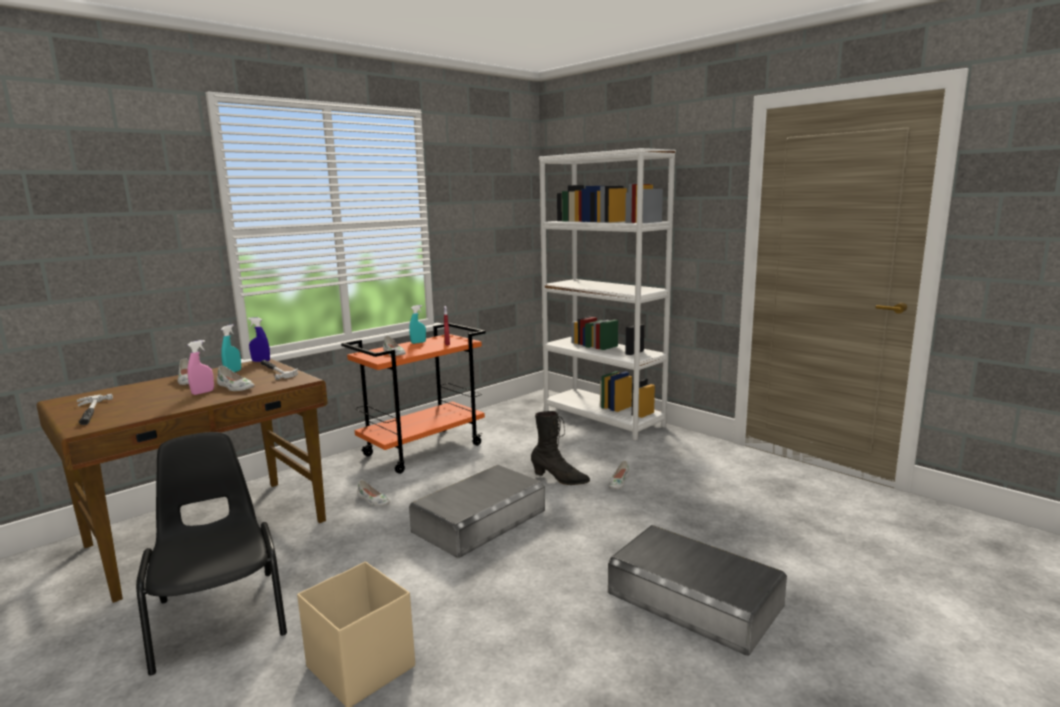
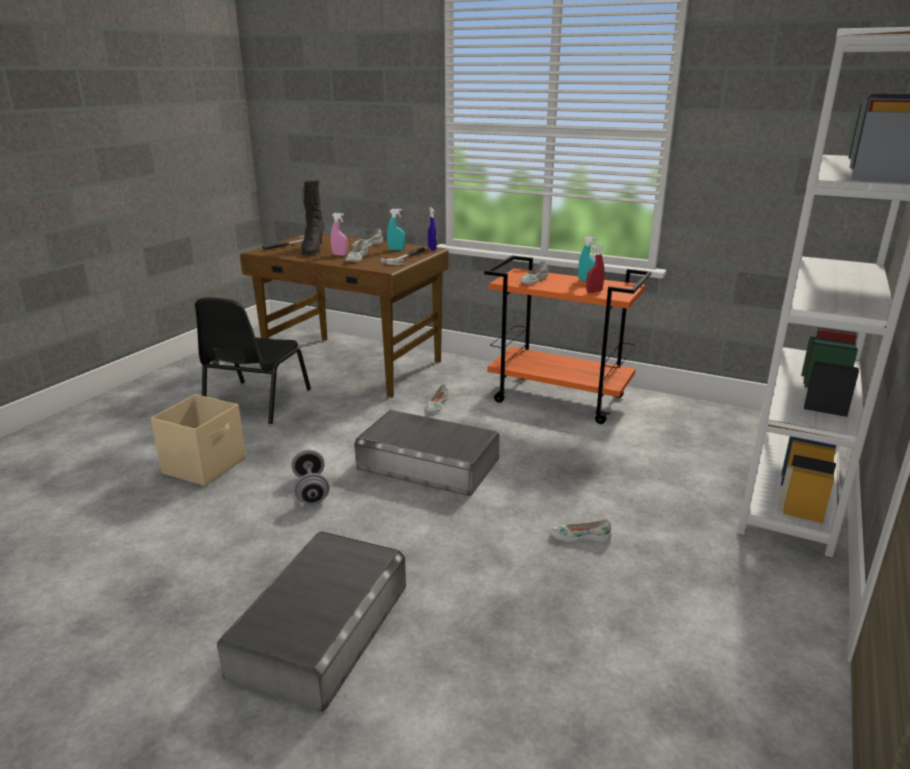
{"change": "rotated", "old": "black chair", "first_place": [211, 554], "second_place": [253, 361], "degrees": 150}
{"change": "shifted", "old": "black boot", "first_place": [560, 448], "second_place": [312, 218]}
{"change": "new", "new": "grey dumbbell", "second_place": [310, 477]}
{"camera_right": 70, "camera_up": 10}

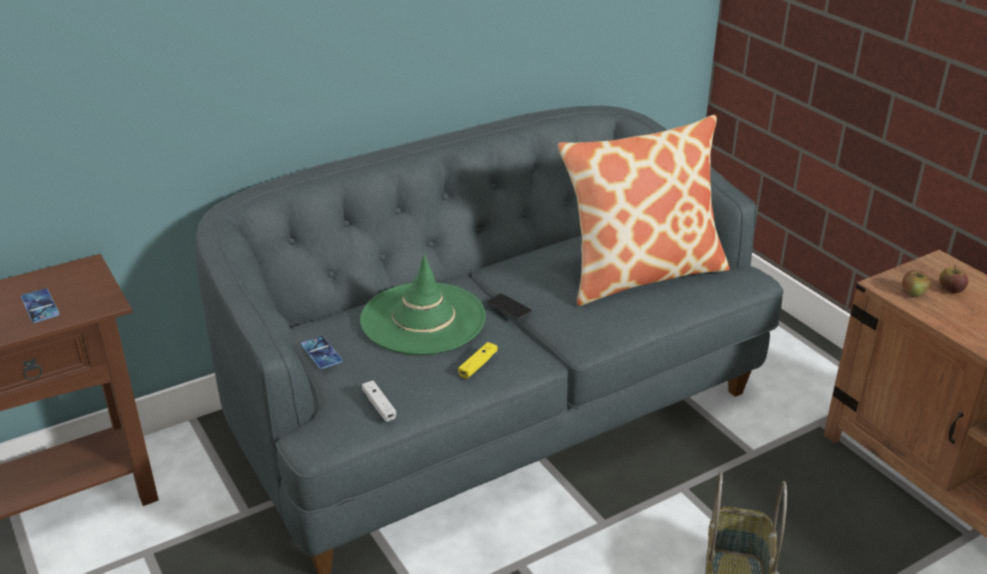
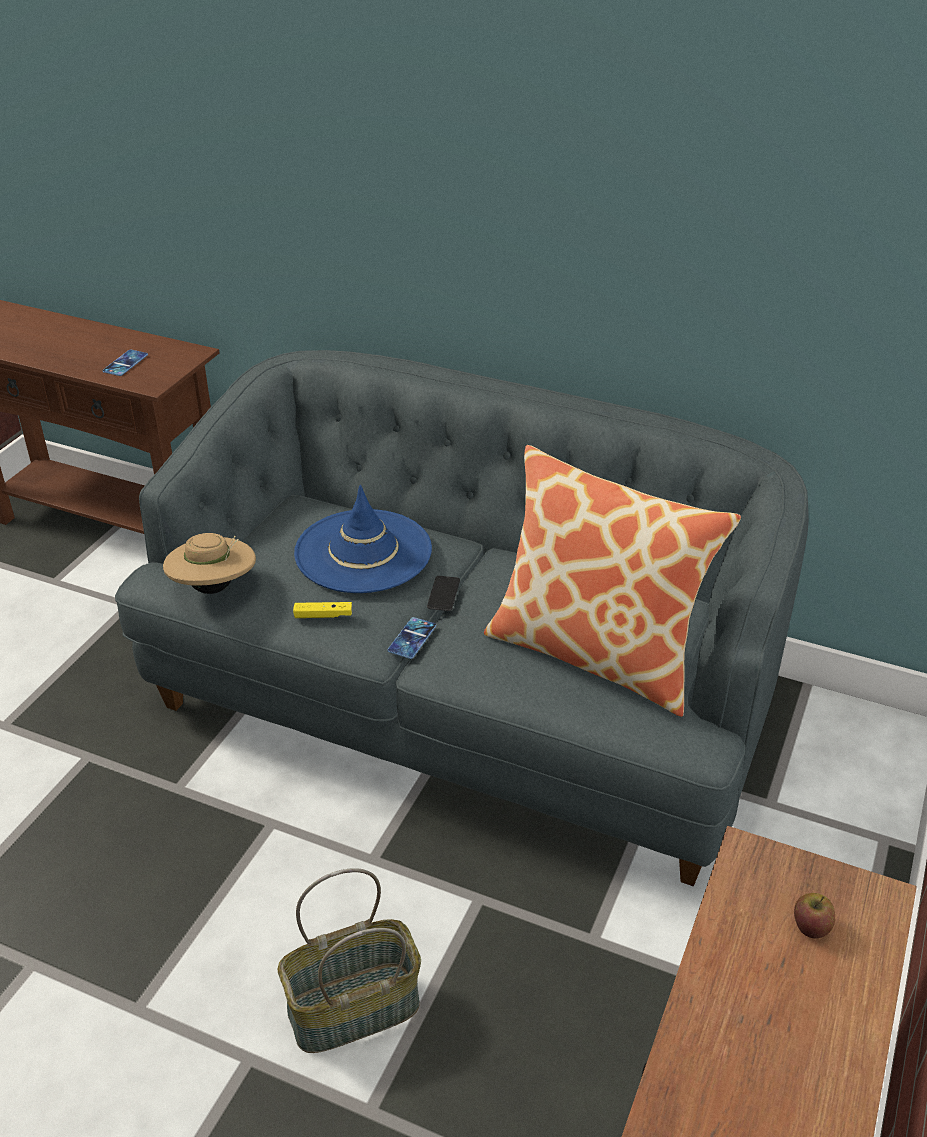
{"change": "shifted", "old": "phone", "first_place": [322, 352], "second_place": [411, 638]}
{"change": "repainted", "old": "green hat", "new": "blue hat", "first_place": [423, 304], "second_place": [363, 539]}
{"change": "swapped", "old": "white game controller", "new": "beige hat", "first_place": [379, 401], "second_place": [209, 563]}
{"change": "gone", "old": "apple", "first_place": [916, 283]}
{"camera_right": 55, "camera_up": 5}

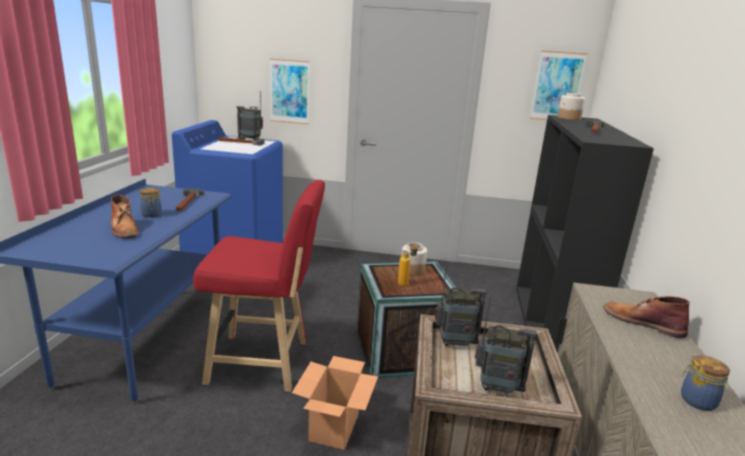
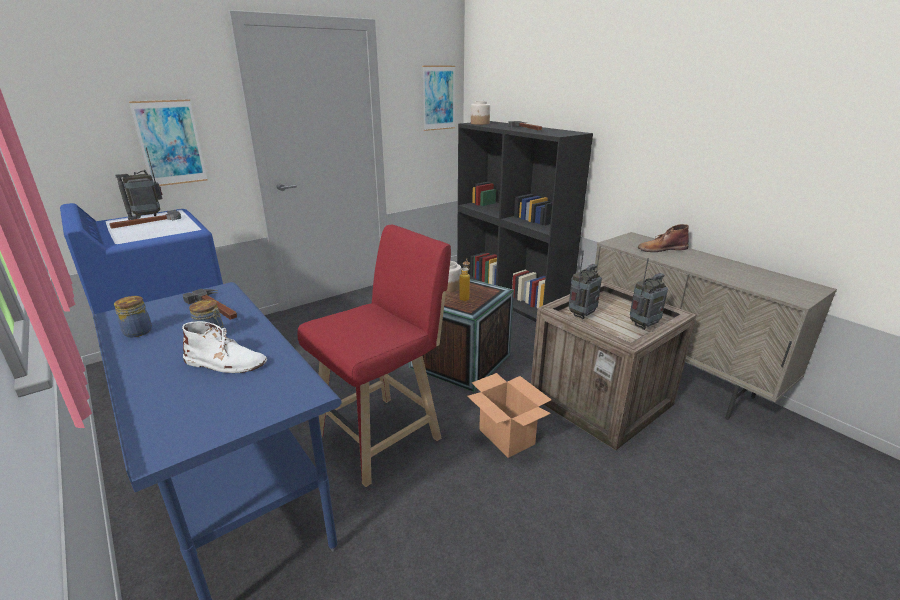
{"change": "repainted", "old": "brown boot", "new": "white boot", "first_place": [125, 216], "second_place": [224, 347]}
{"change": "shifted", "old": "jar", "first_place": [705, 383], "second_place": [133, 316]}
{"camera_right": -45, "camera_up": 5}

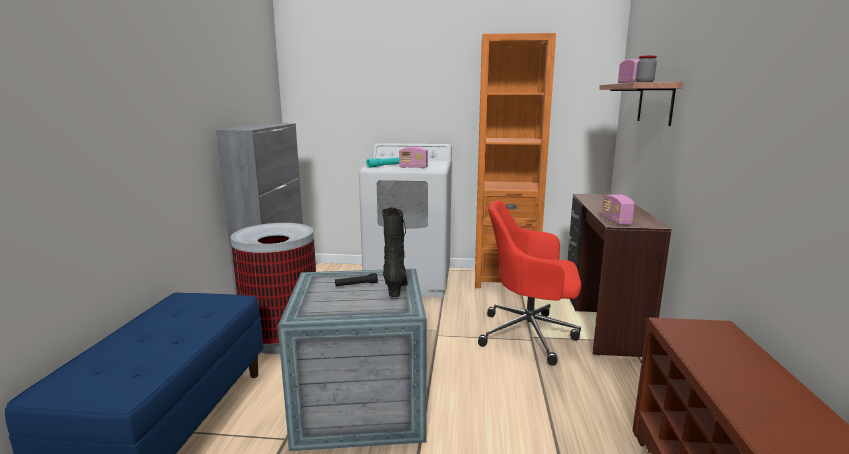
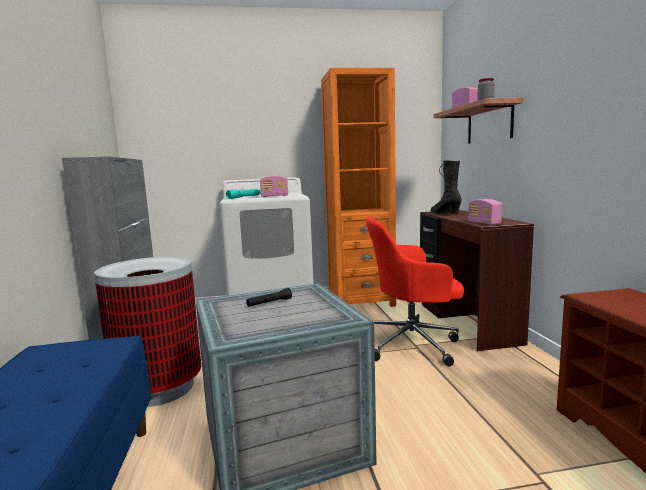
{"change": "shifted", "old": "black boot", "first_place": [395, 252], "second_place": [446, 187]}
{"camera_right": -15, "camera_up": -5}

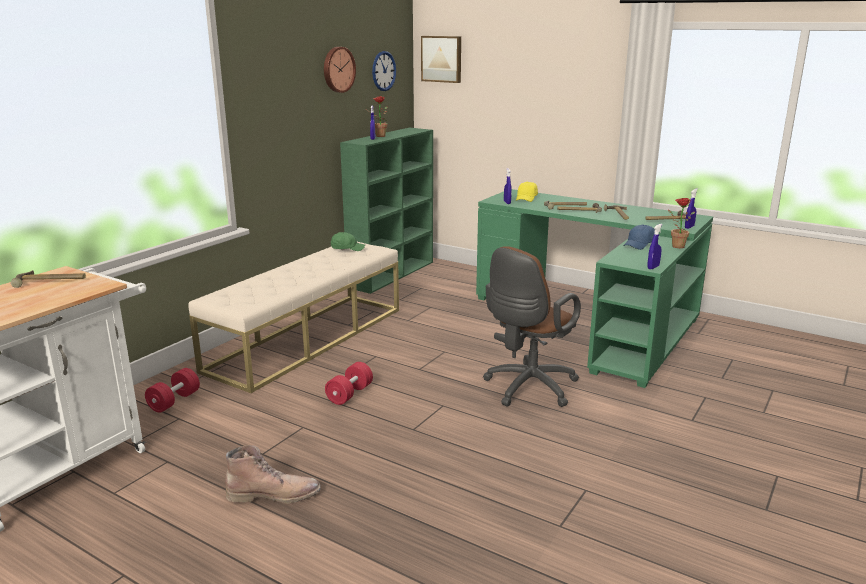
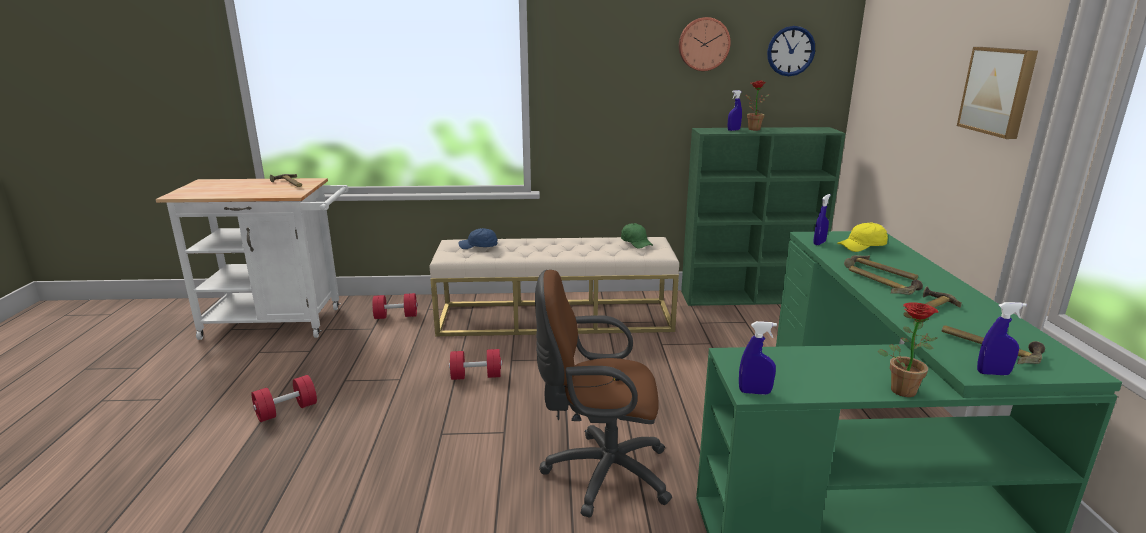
{"change": "swapped", "old": "brown boot", "new": "red dumbbell", "first_place": [273, 474], "second_place": [284, 398]}
{"change": "shifted", "old": "picture", "first_place": [441, 59], "second_place": [997, 93]}
{"change": "shifted", "old": "blue cap", "first_place": [639, 237], "second_place": [478, 238]}
{"camera_right": 55, "camera_up": 0}

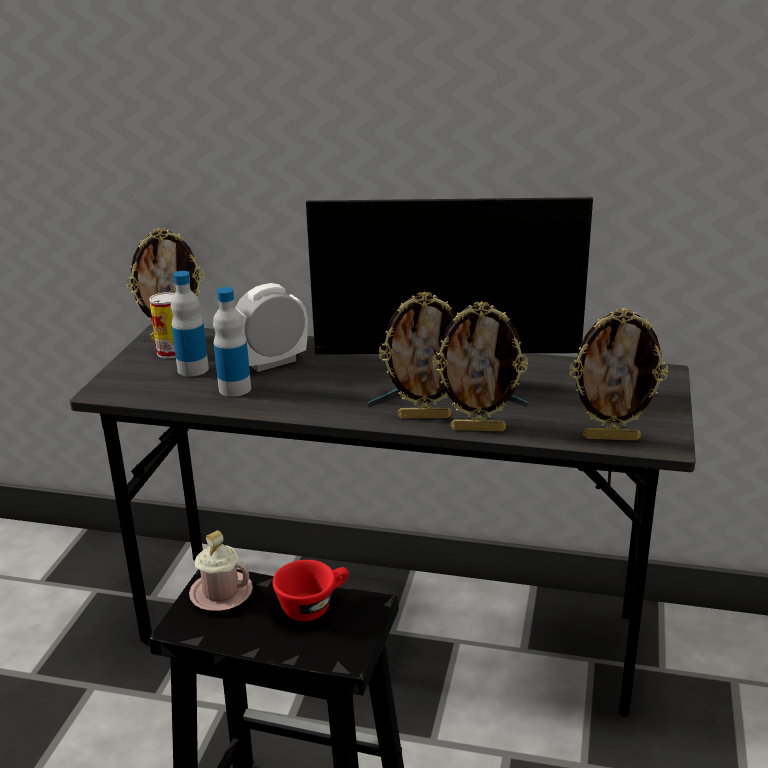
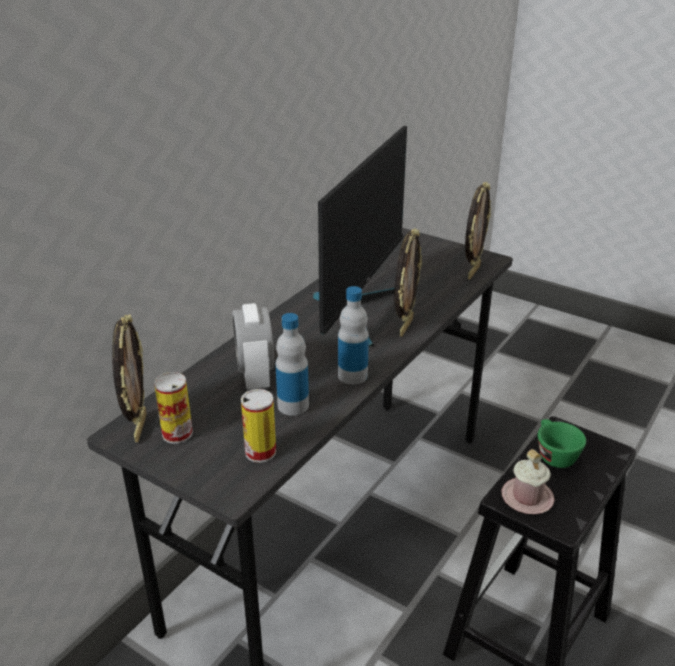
{"change": "shifted", "old": "bottle", "first_place": [190, 324], "second_place": [353, 335]}
{"change": "repainted", "old": "red cup", "new": "green cup", "first_place": [311, 590], "second_place": [562, 443]}
{"change": "gone", "old": "picture frame", "first_place": [480, 366]}
{"change": "new", "new": "can", "second_place": [258, 426]}
{"camera_right": -70, "camera_up": 5}

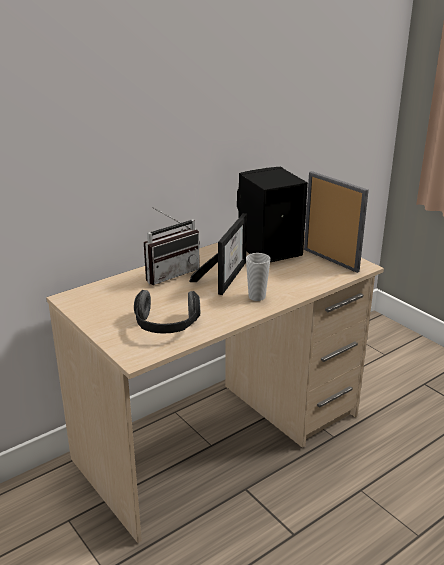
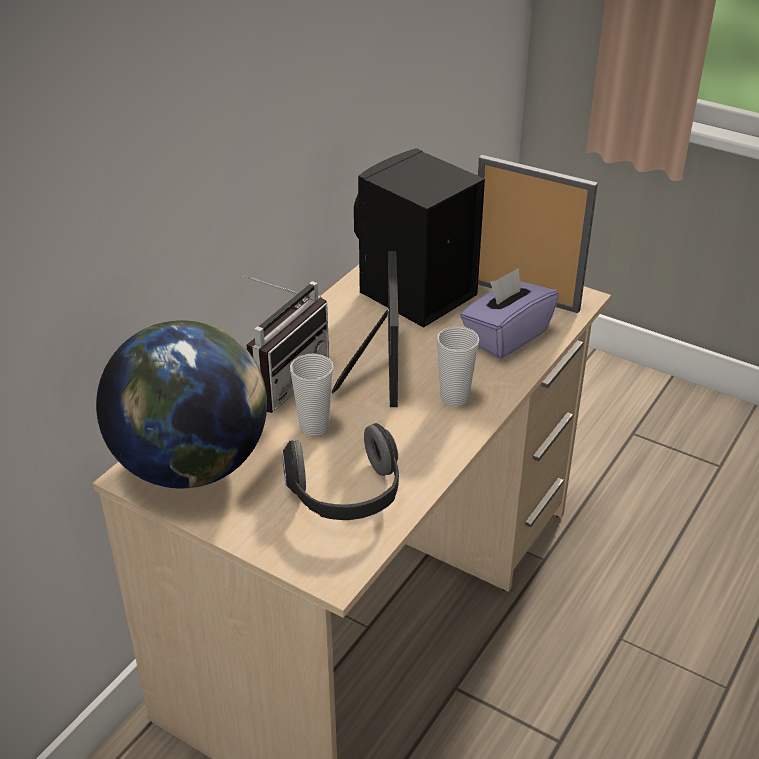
{"change": "new", "new": "globe", "second_place": [181, 404]}
{"change": "new", "new": "cup", "second_place": [311, 394]}
{"change": "new", "new": "purple tissue box", "second_place": [509, 313]}
{"camera_right": -20, "camera_up": 10}

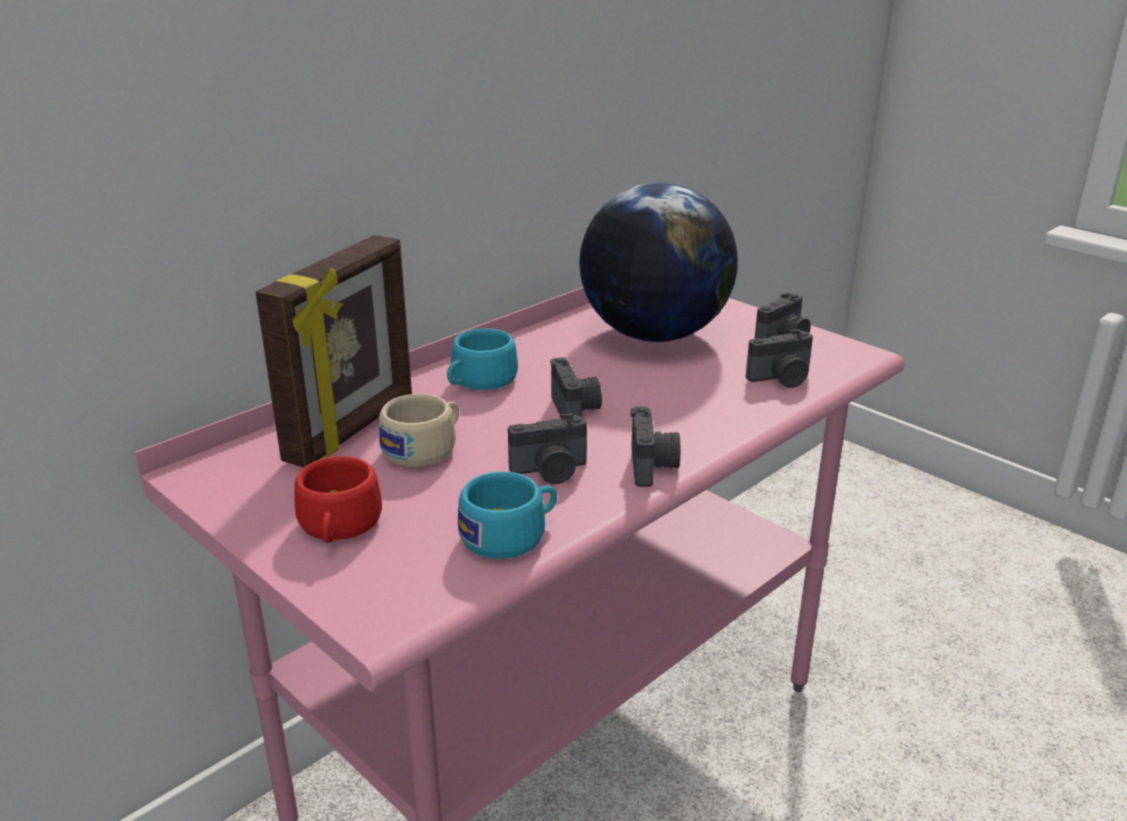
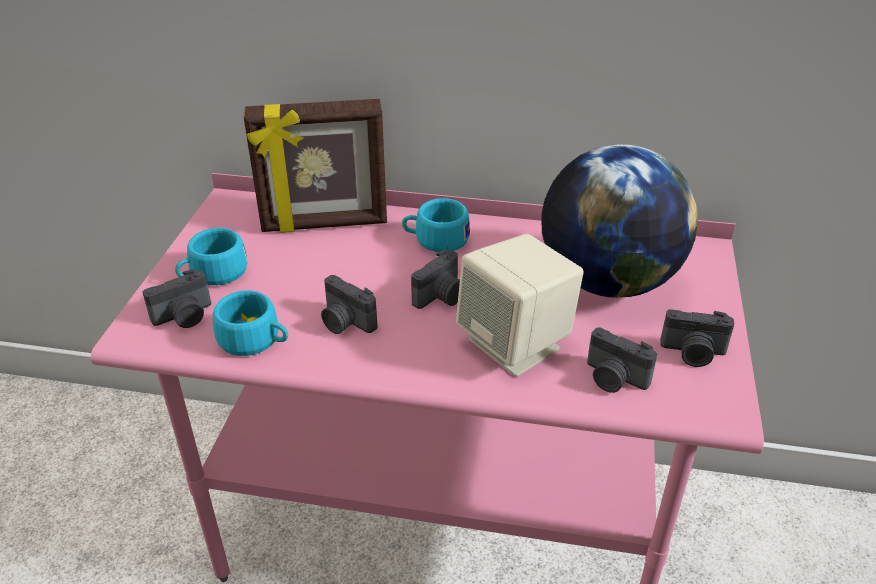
{"change": "repainted", "old": "red cup", "new": "turquoise cup", "first_place": [338, 499], "second_place": [211, 256]}
{"change": "gone", "old": "beige cup", "first_place": [419, 430]}
{"change": "shifted", "old": "photo camera", "first_place": [655, 446], "second_place": [177, 298]}
{"change": "new", "new": "beige speaker", "second_place": [520, 305]}
{"camera_right": 55, "camera_up": 10}

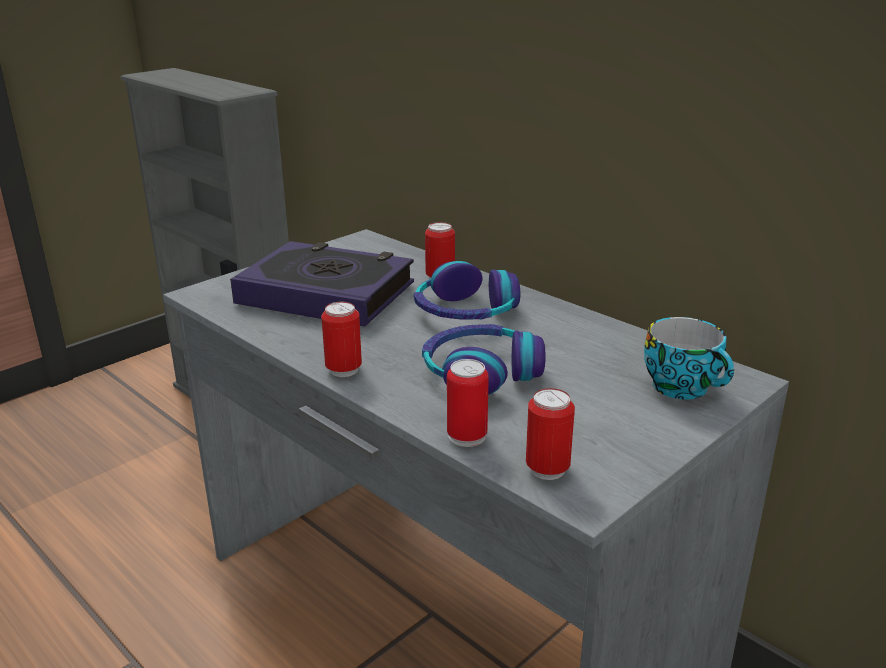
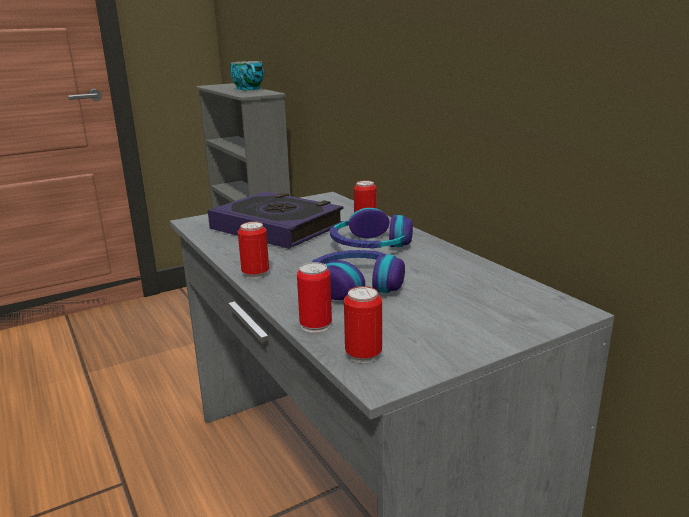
{"change": "shifted", "old": "cup", "first_place": [689, 358], "second_place": [247, 75]}
{"camera_right": 15, "camera_up": -5}

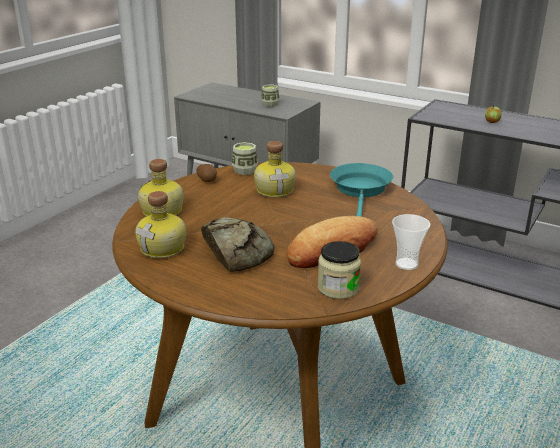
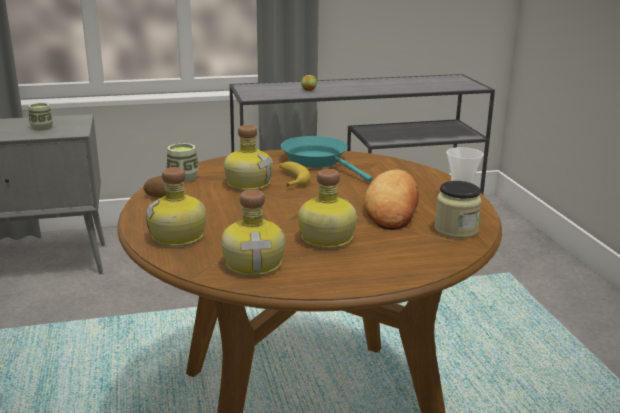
{"change": "swapped", "old": "bread", "new": "bottle", "first_place": [238, 244], "second_place": [327, 208]}
{"change": "new", "new": "banana", "second_place": [295, 174]}
{"camera_right": -45, "camera_up": -5}

